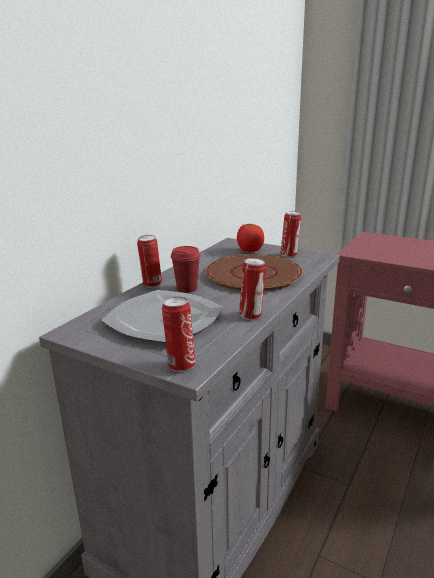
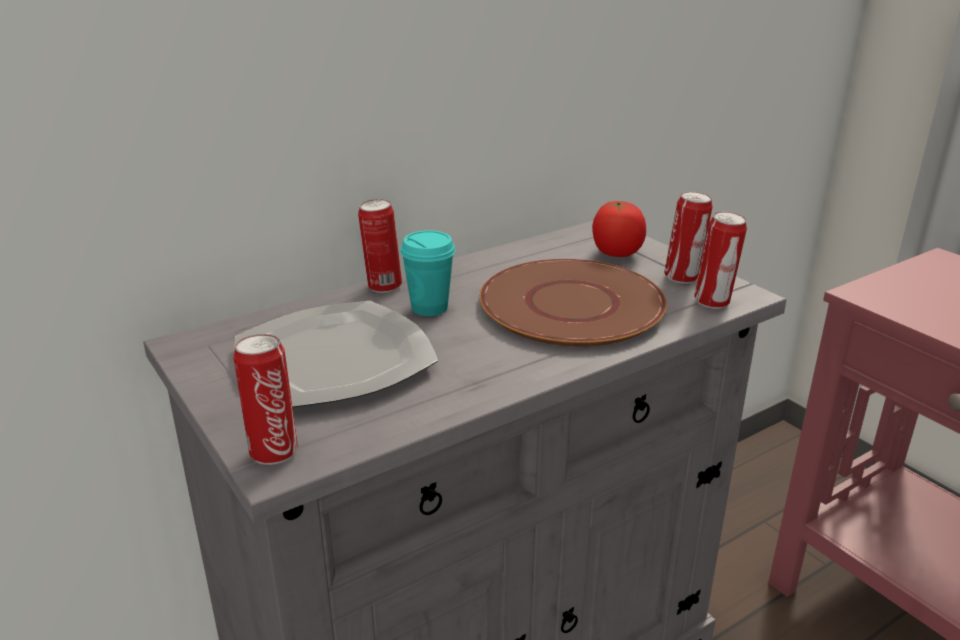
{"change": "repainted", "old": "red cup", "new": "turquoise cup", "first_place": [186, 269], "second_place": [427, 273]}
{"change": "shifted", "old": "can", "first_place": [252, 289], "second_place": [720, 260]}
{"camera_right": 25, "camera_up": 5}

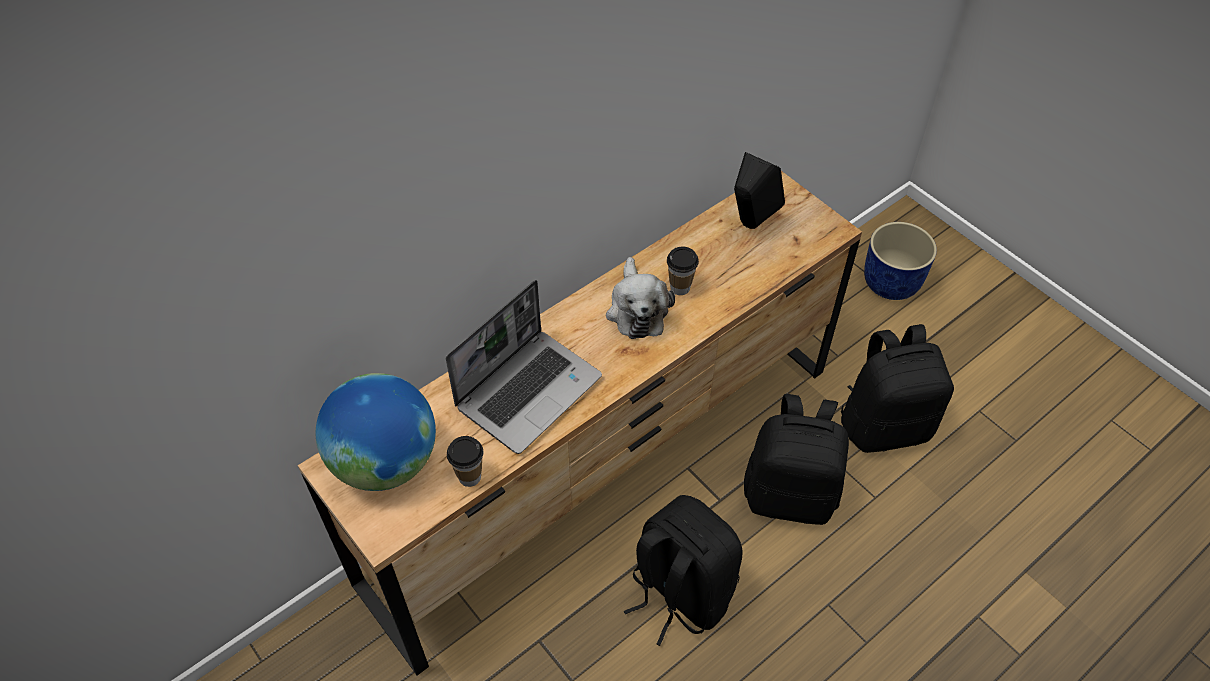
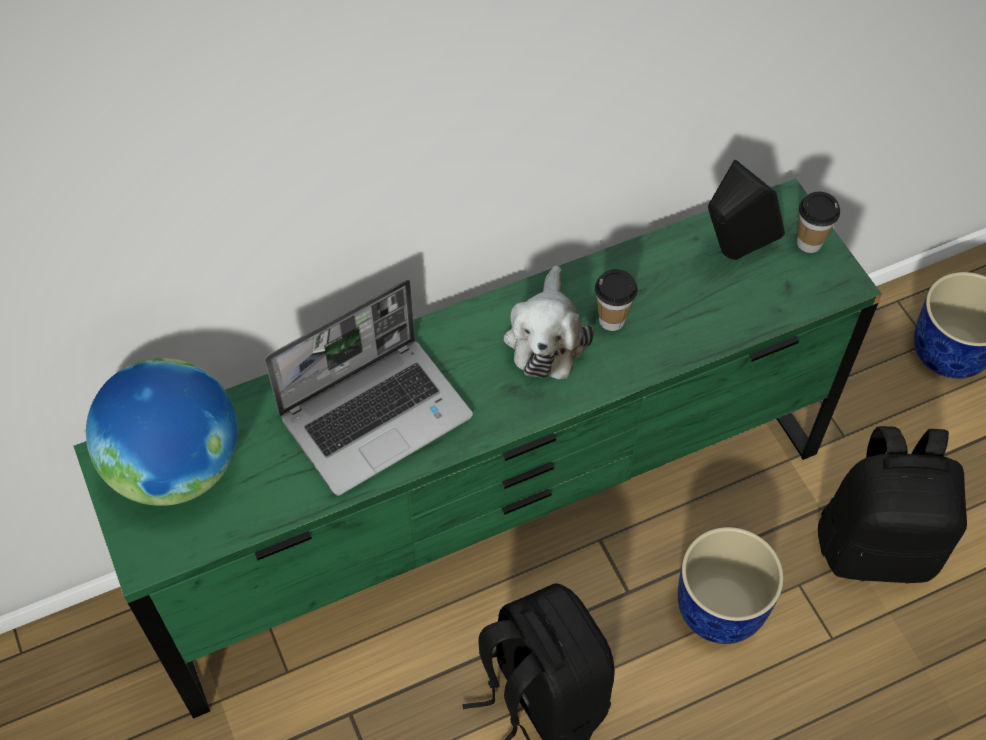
{"change": "repainted", "old": "brown dresser", "new": "green dresser", "first_place": [580, 423], "second_place": [477, 448]}
{"change": "shifted", "old": "cup", "first_place": [465, 461], "second_place": [818, 222]}
{"change": "swapped", "old": "black backpack", "new": "blue planter", "first_place": [796, 459], "second_place": [731, 585]}
{"camera_right": 15, "camera_up": 5}

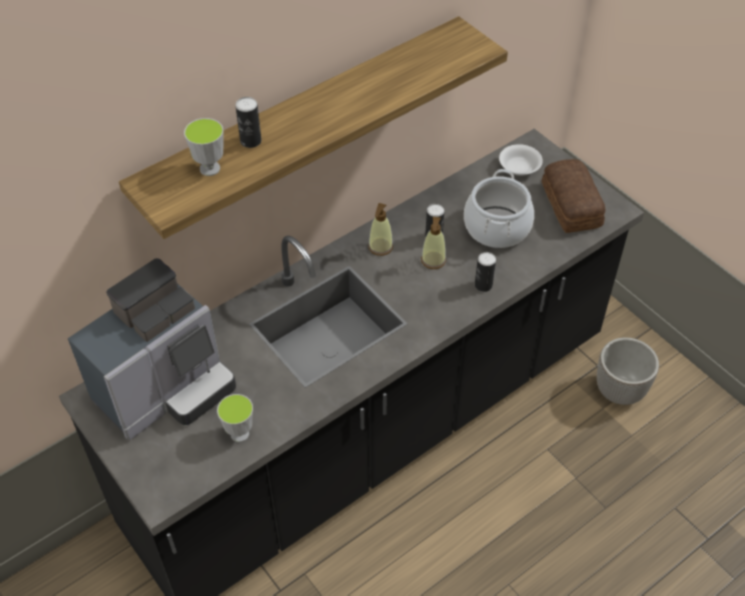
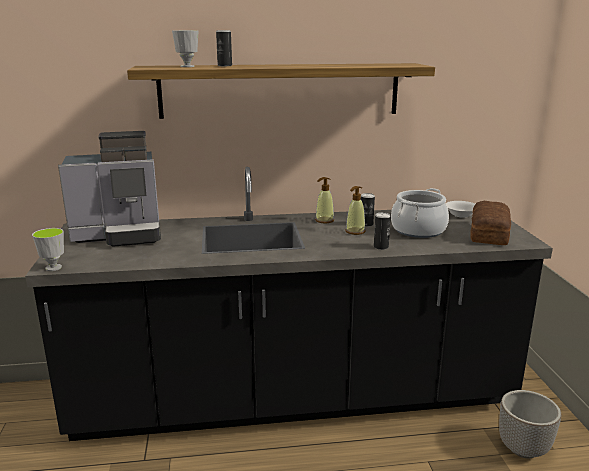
{"change": "shifted", "old": "cup", "first_place": [235, 418], "second_place": [48, 249]}
{"camera_right": 30, "camera_up": -30}

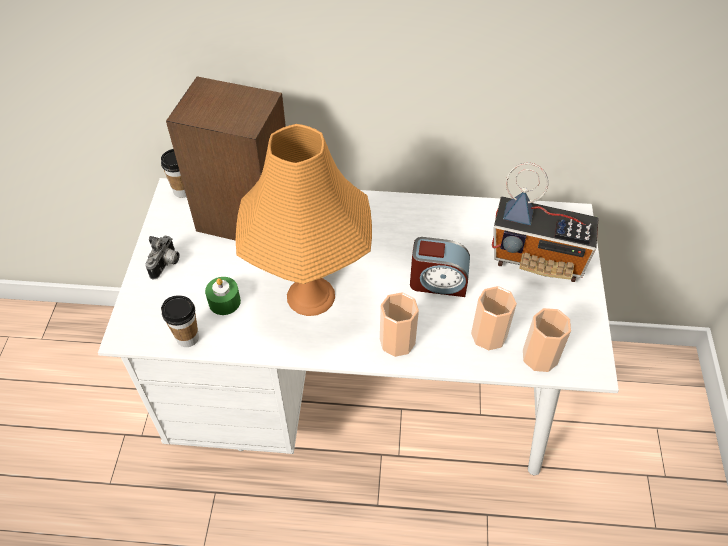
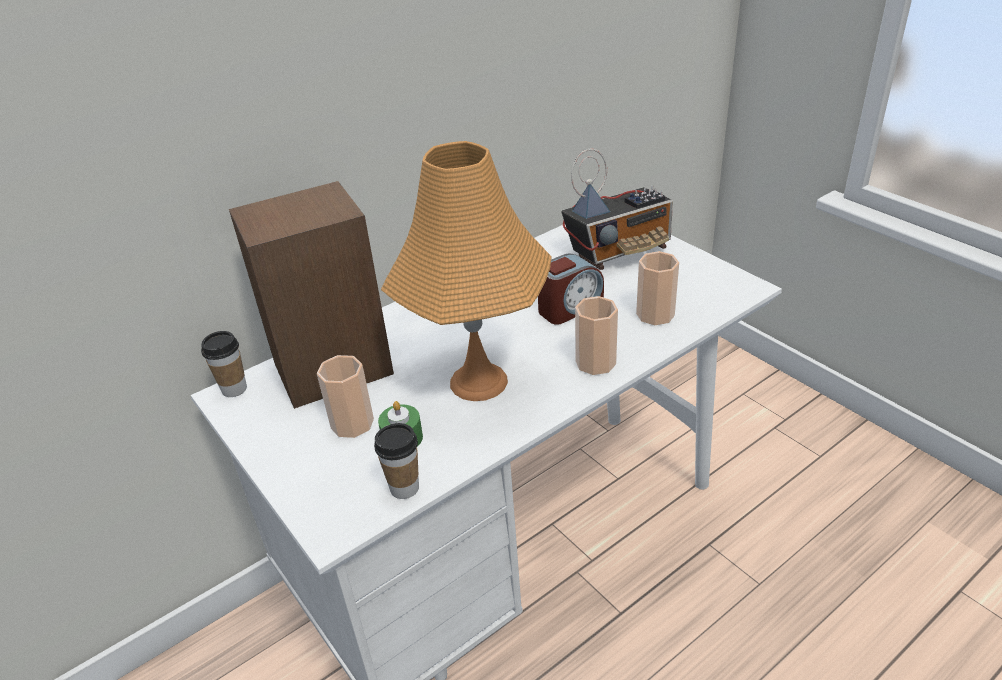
{"change": "gone", "old": "photo camera", "first_place": [162, 257]}
{"change": "shifted", "old": "cup", "first_place": [547, 340], "second_place": [345, 396]}
{"camera_right": -40, "camera_up": -15}

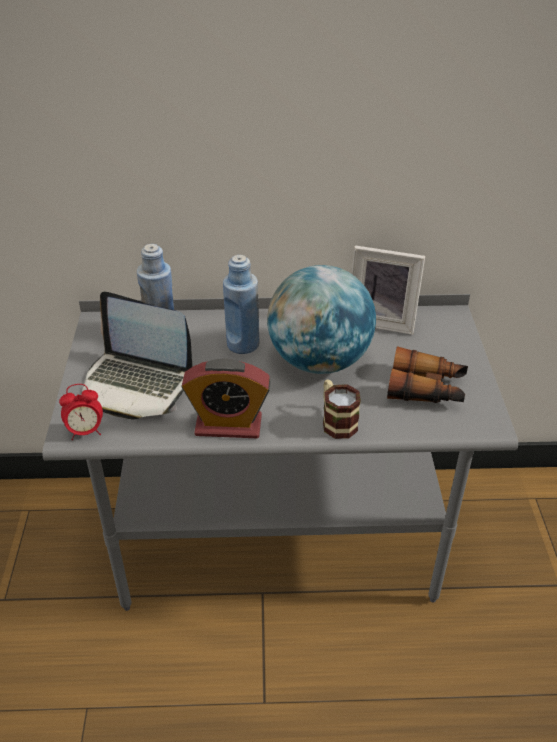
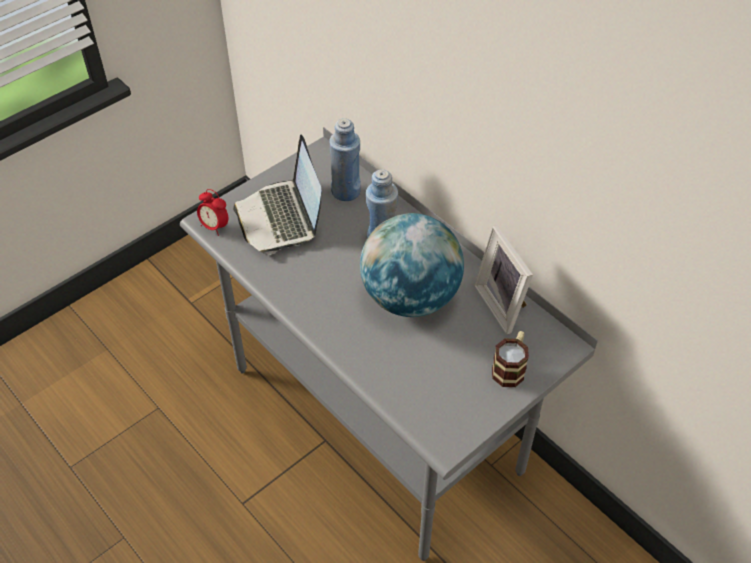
{"change": "gone", "old": "alarm clock", "first_place": [226, 398]}
{"change": "shifted", "old": "mug", "first_place": [342, 409], "second_place": [510, 359]}
{"change": "gone", "old": "binoculars", "first_place": [427, 374]}
{"camera_right": 50, "camera_up": 10}

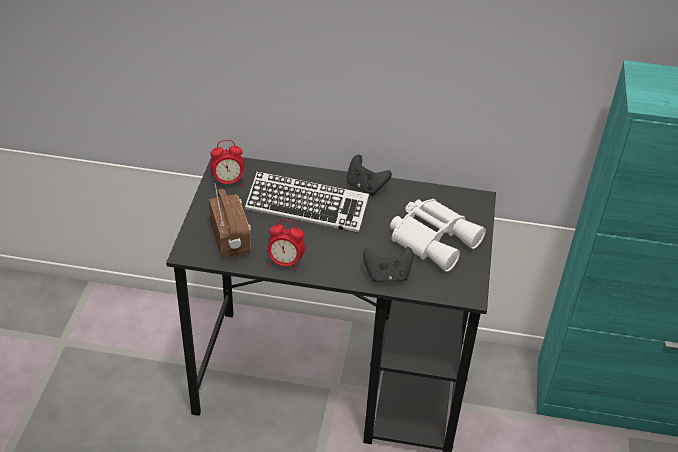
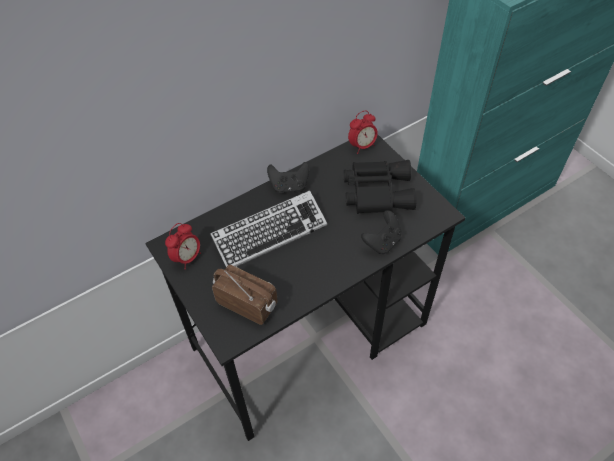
{"change": "shifted", "old": "alarm clock", "first_place": [286, 245], "second_place": [363, 132]}
{"change": "repainted", "old": "white binoculars", "new": "black binoculars", "first_place": [438, 235], "second_place": [380, 187]}
{"camera_right": -40, "camera_up": 10}

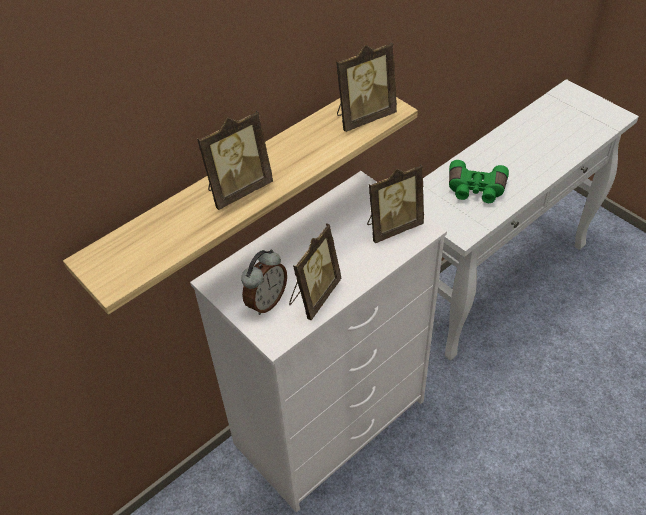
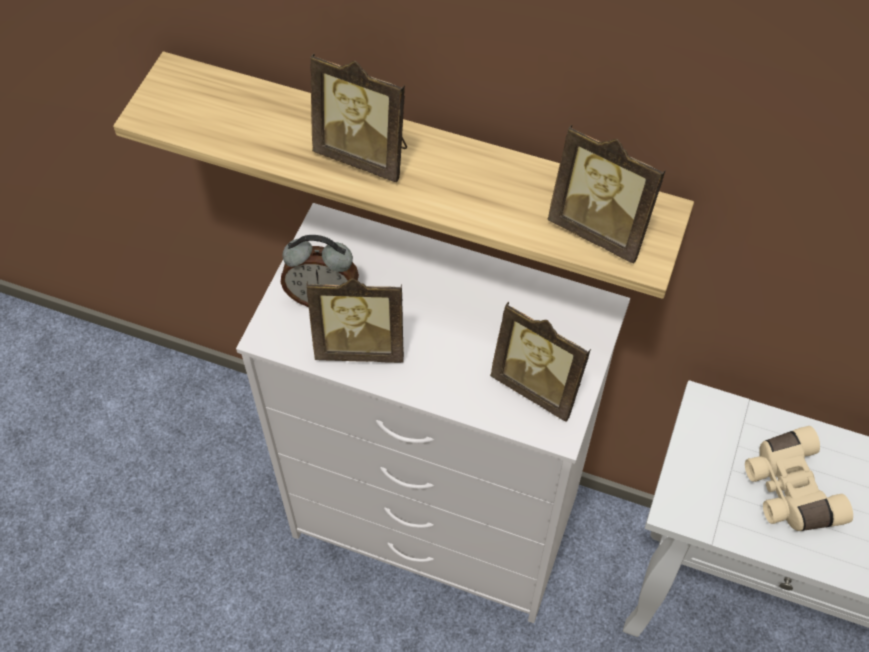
{"change": "repainted", "old": "green binoculars", "new": "beige binoculars", "first_place": [479, 181], "second_place": [799, 478]}
{"camera_right": 60, "camera_up": 10}

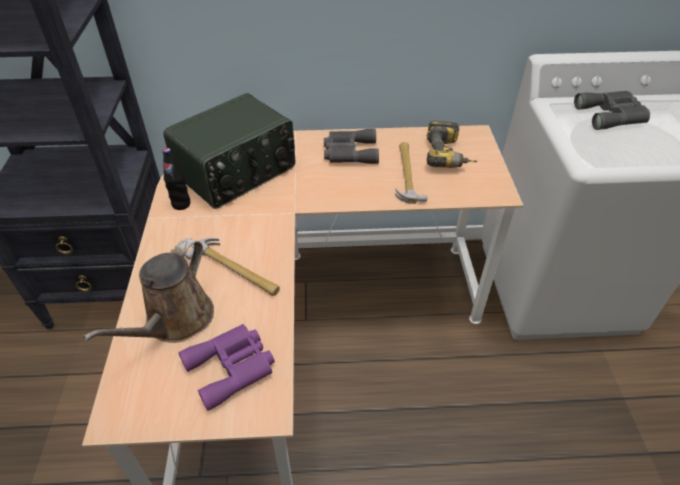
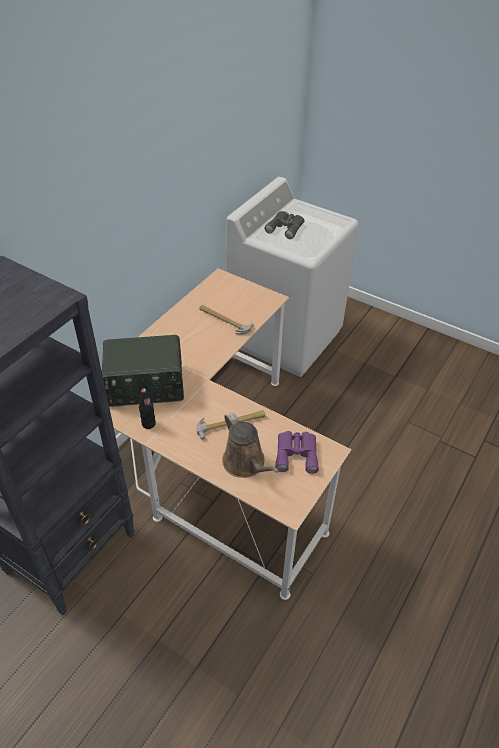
{"change": "rotated", "old": "radio", "first_place": [229, 151], "second_place": [143, 371], "degrees": 90}
{"change": "gone", "old": "grey binoculars", "first_place": [351, 146]}
{"change": "gone", "old": "power drill", "first_place": [452, 144]}
{"camera_right": -55, "camera_up": 0}

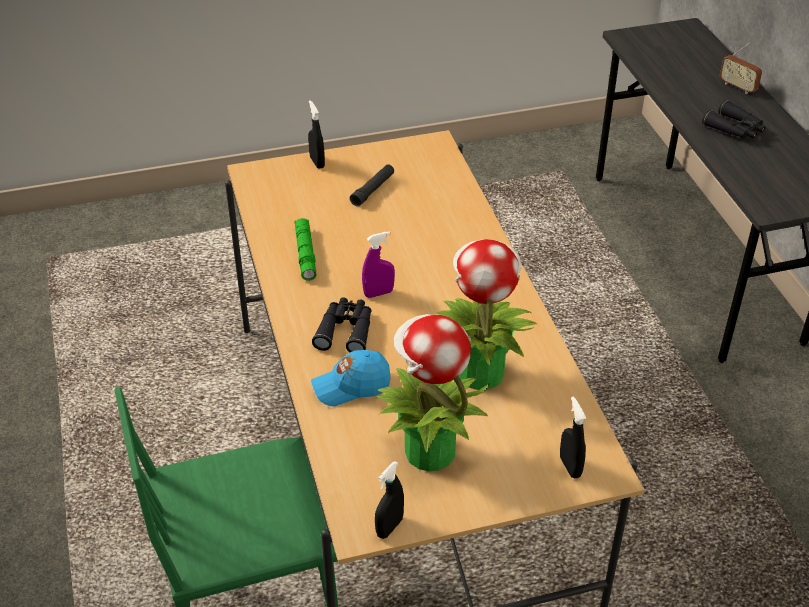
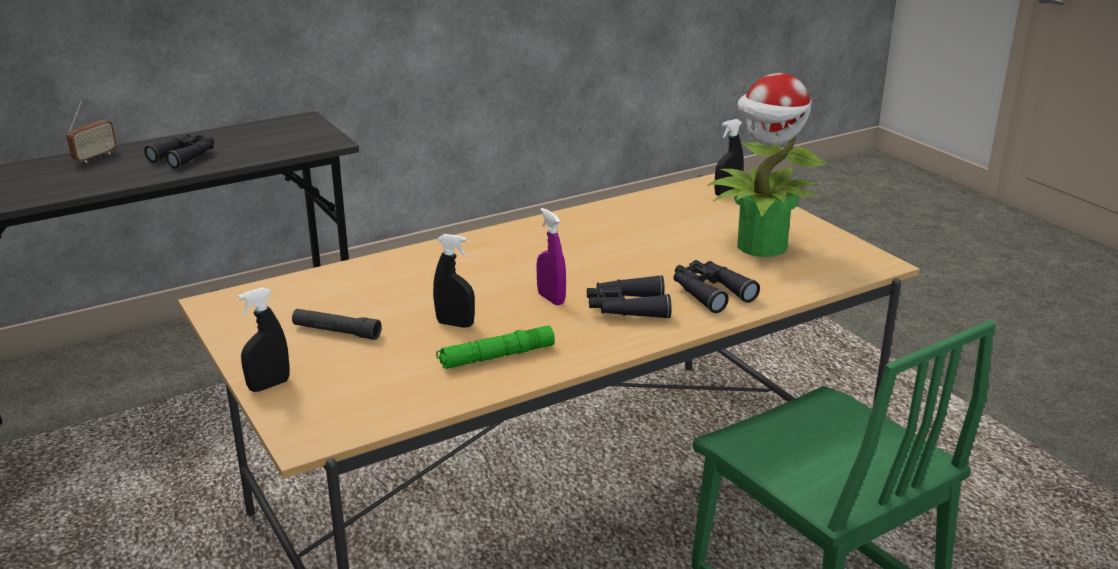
{"change": "swapped", "old": "blue cap", "new": "black binoculars", "first_place": [351, 378], "second_place": [717, 286]}
{"change": "shifted", "old": "black spray bottle", "first_place": [389, 500], "second_place": [454, 281]}
{"change": "gone", "old": "potted plant", "first_place": [486, 314]}
{"camera_right": -105, "camera_up": -15}

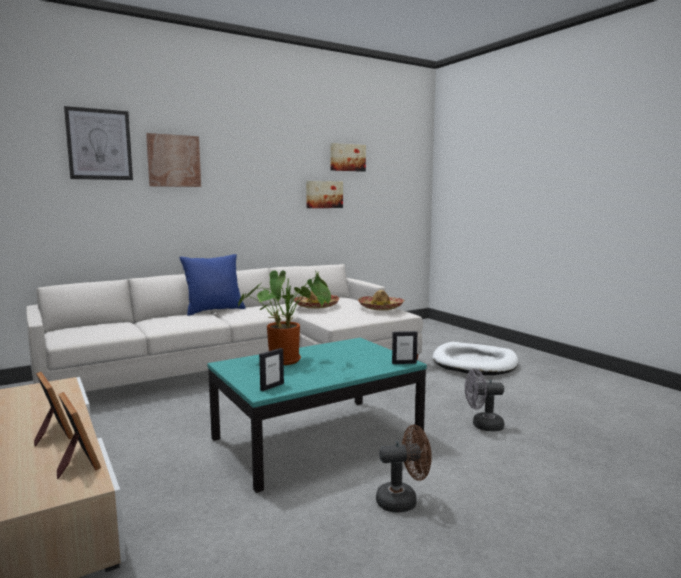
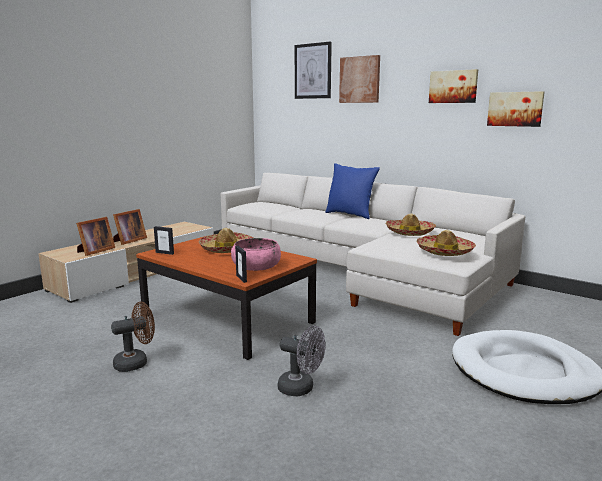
{"change": "repainted", "old": "turquoise coffee table", "new": "brown coffee table", "first_place": [317, 415], "second_place": [226, 298]}
{"change": "swapped", "old": "potted plant", "new": "hat", "first_place": [284, 317], "second_place": [226, 240]}
{"change": "shifted", "old": "picture", "first_place": [348, 157], "second_place": [453, 86]}
{"change": "rotated", "old": "brown fan", "first_place": [404, 469], "second_place": [133, 337], "degrees": -90}
{"change": "rotated", "old": "grey fan", "first_place": [484, 400], "second_place": [301, 361], "degrees": 135}
{"change": "new", "new": "pink bowl", "second_place": [256, 254]}
{"camera_right": 70, "camera_up": 5}

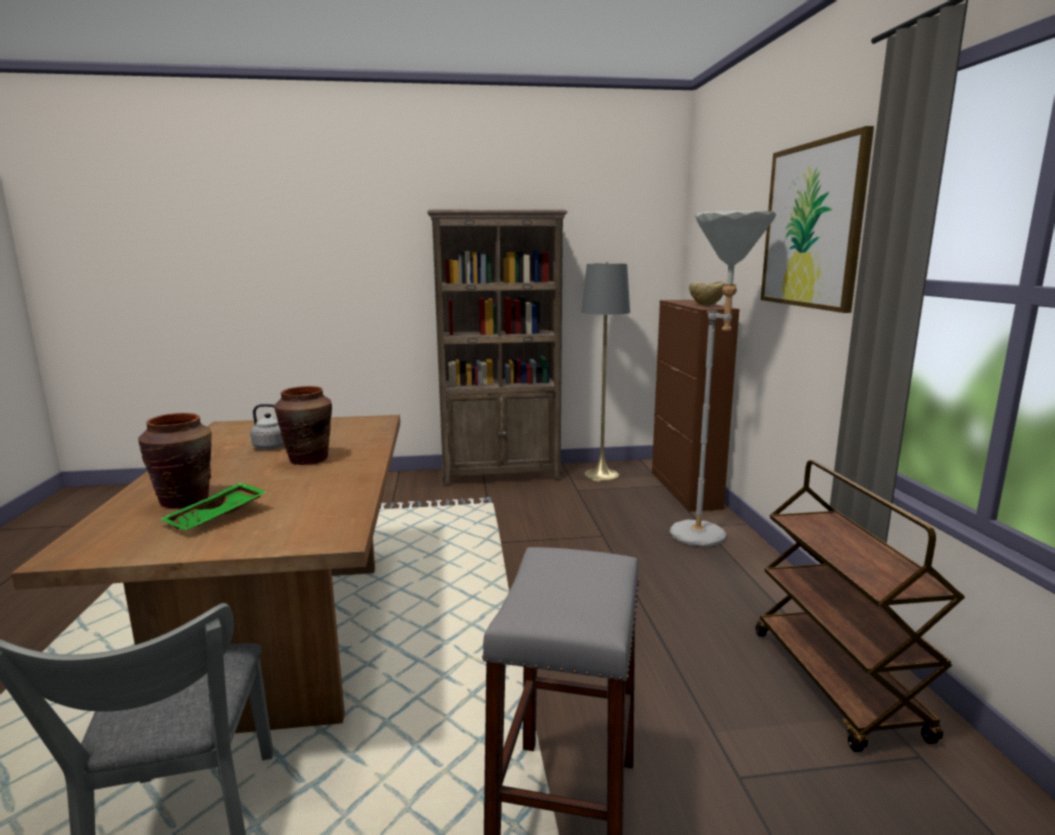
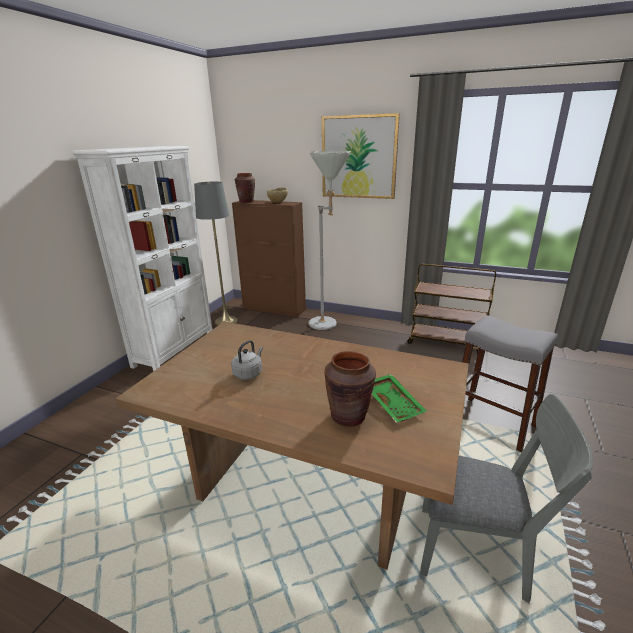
{"change": "shifted", "old": "brown vase", "first_place": [303, 425], "second_place": [245, 188]}
{"change": "repainted", "old": "brown bookcase", "new": "white bookcase", "first_place": [497, 348], "second_place": [142, 258]}
{"camera_right": -60, "camera_up": 10}

